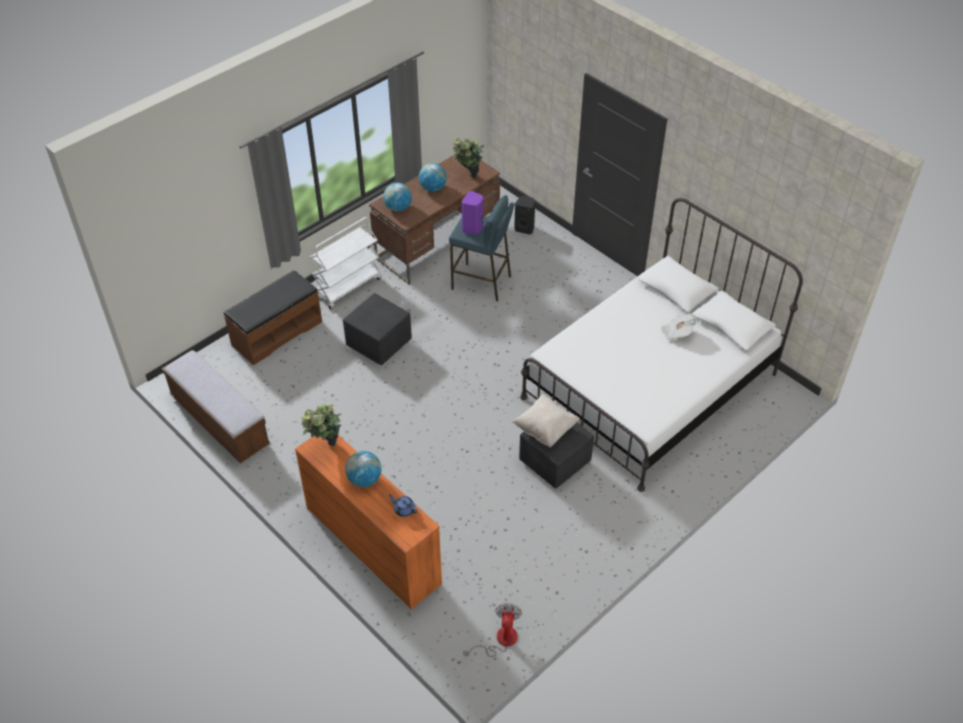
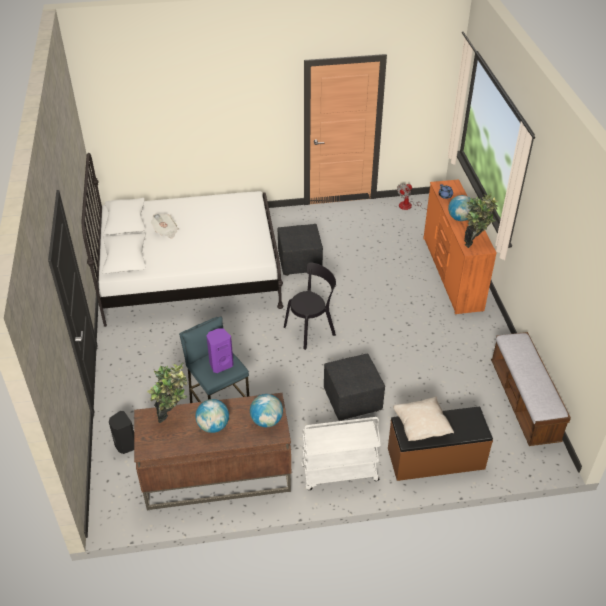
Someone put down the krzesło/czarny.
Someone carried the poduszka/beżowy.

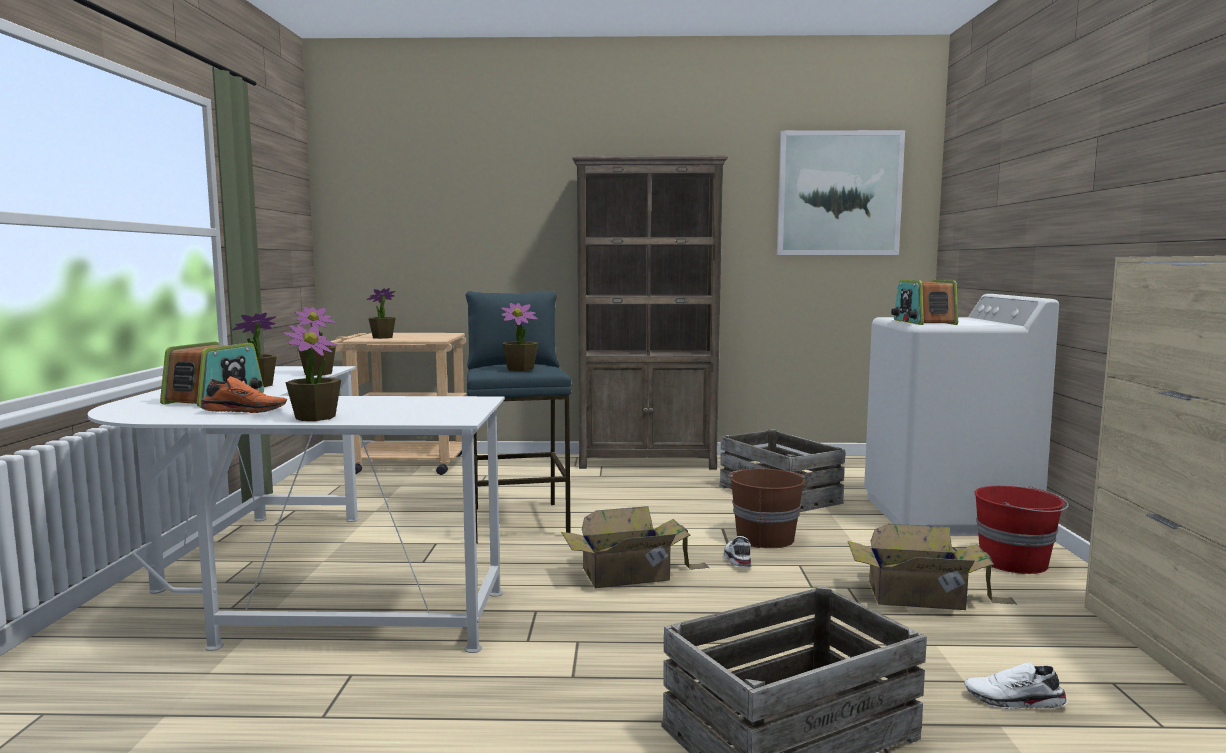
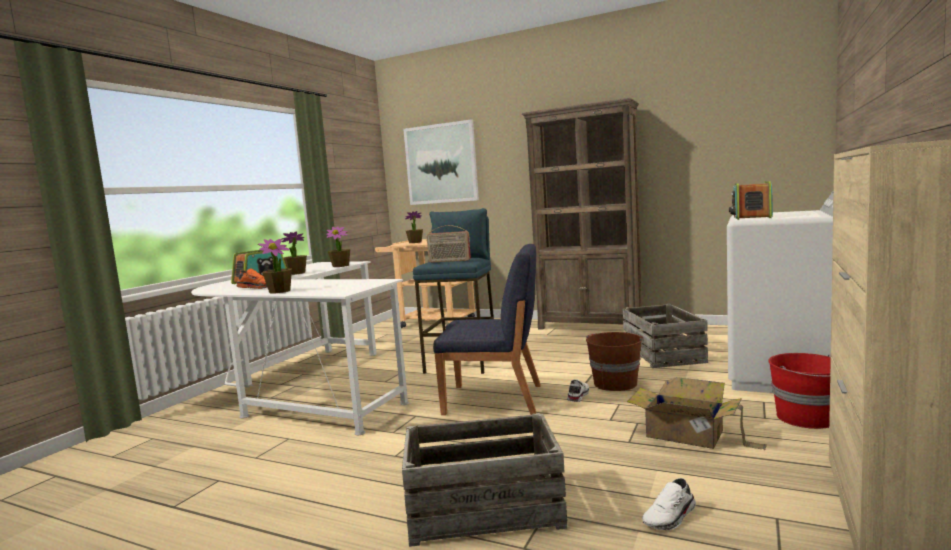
Someone carried the obraz.
Someone swapped the roślina doniczkowa (5th from left) for the radio (2nd from left).
Someone swapped the karton (1st from left) for the krzesło/niebieski.
Someone rotated the but/biały (2nd from left) by 75 degrees counterclockwise.

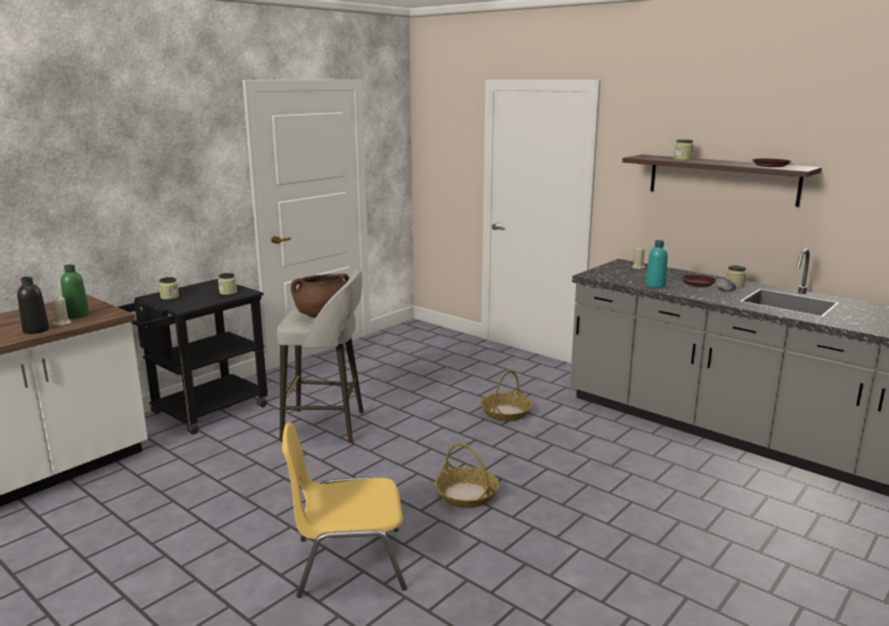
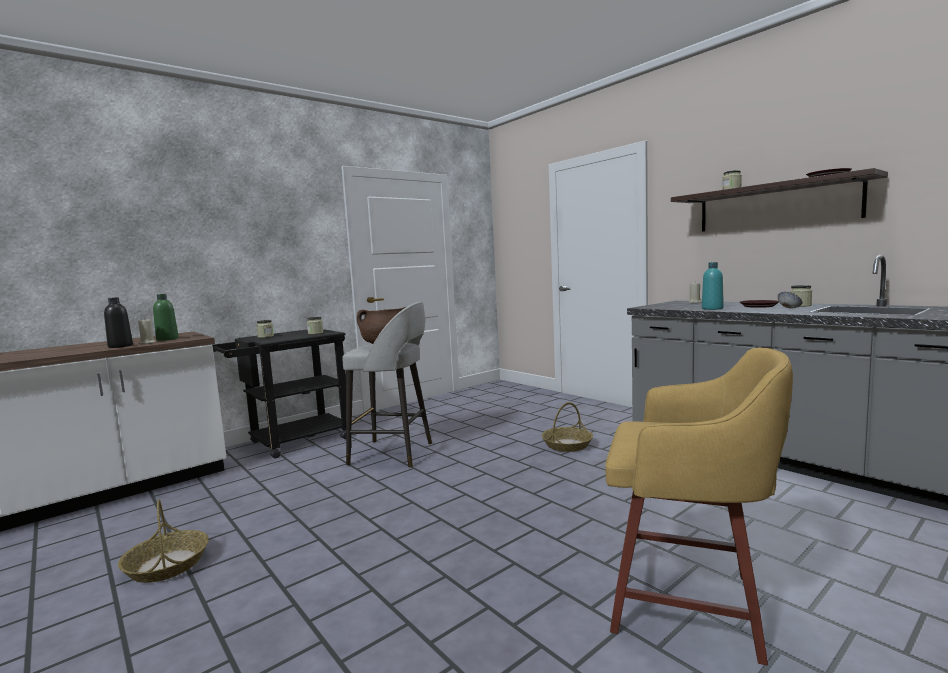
Someone took away the krzesło/żółty.
Someone put down the stołek/żółty.
Someone carried the koszyk (1st from left).

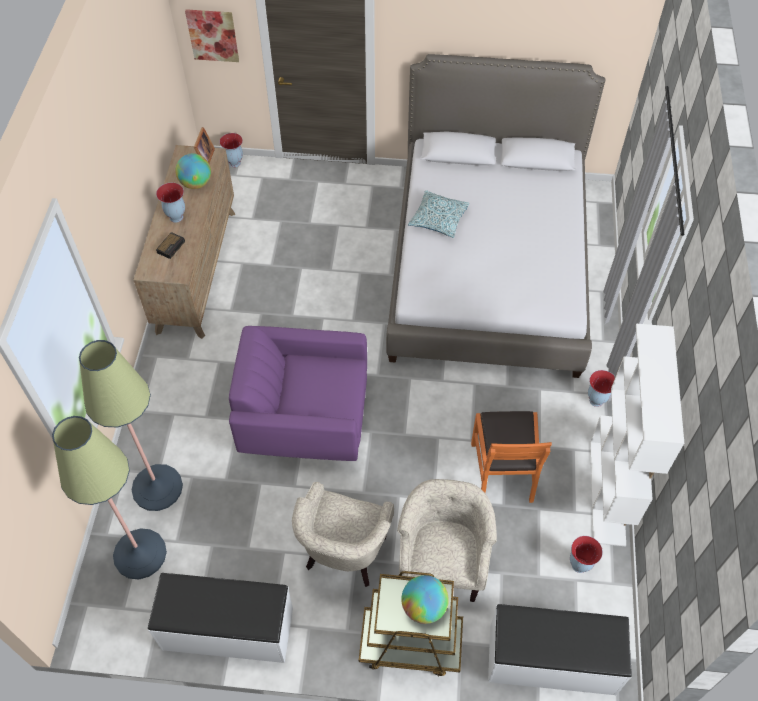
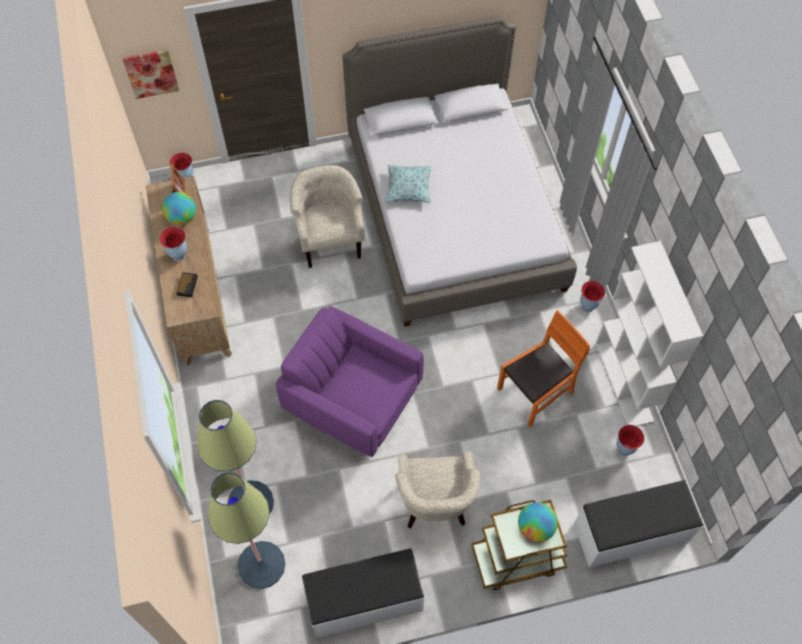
Someone carried the fotel/beżowy (2nd from left in the first image).
Someone rotated the fotel/fioletowy by 45 degrees clockwise.
Someone rotated the krzesło/pomarańczowy by 105 degrees counterclockwise.

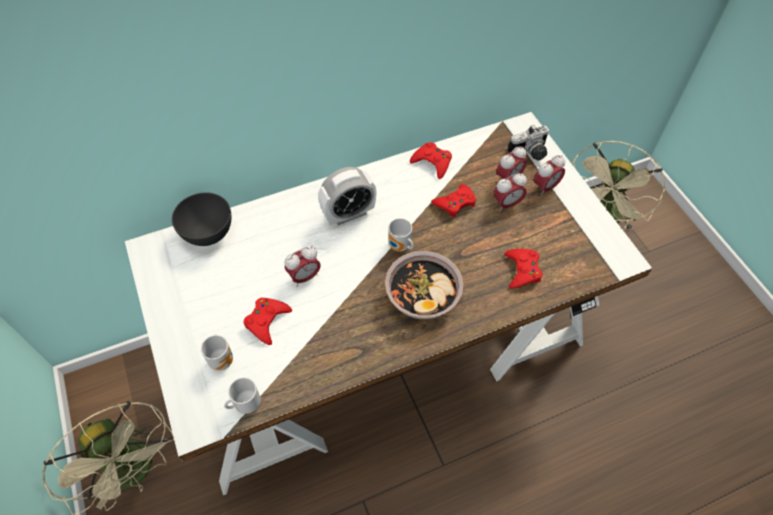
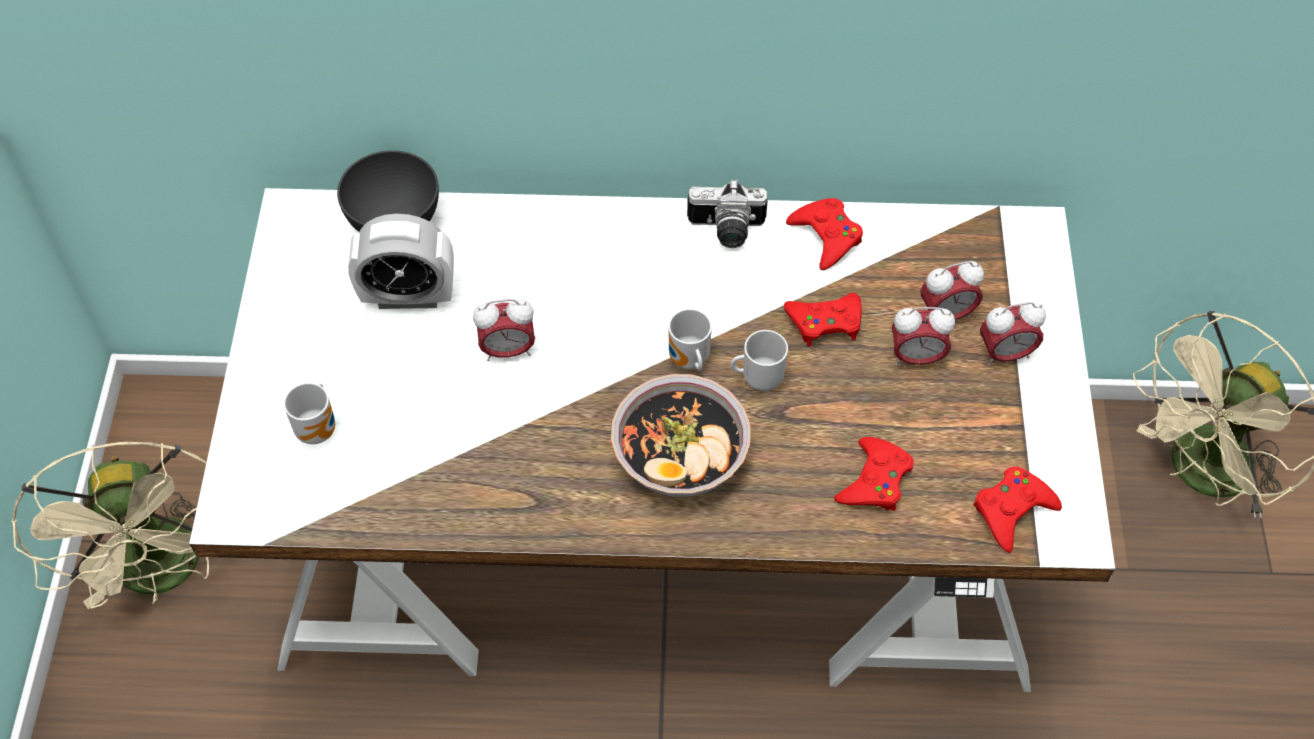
Someone carried the kubek (2nd from left in the first image).
Someone carried the pad do gier/czerwony (1st from left in the first image).
Someone carried the budzik (2nd from left in the first image).
Someone carried the aparat fotograficzny.

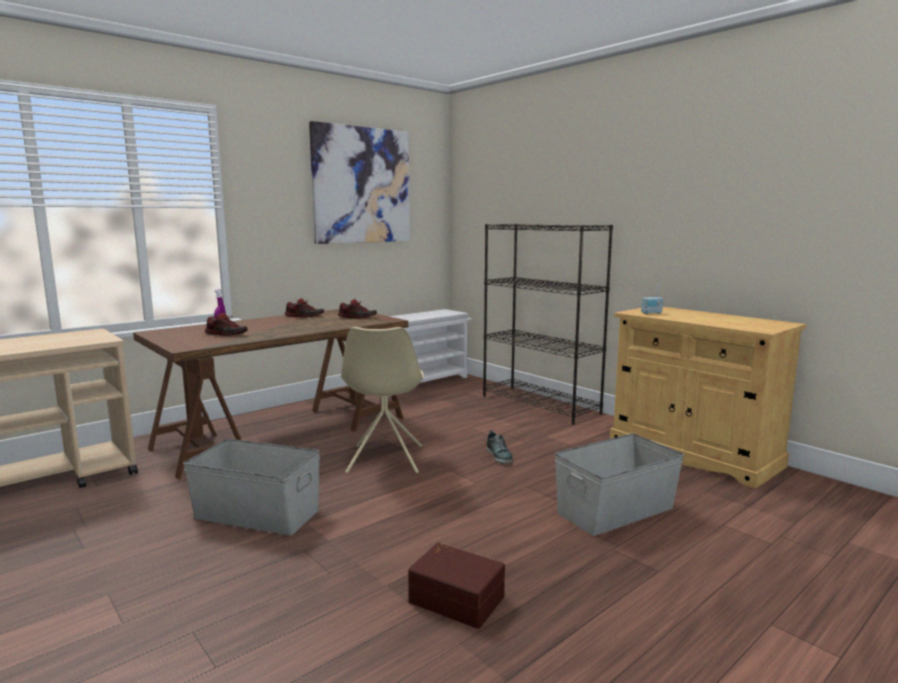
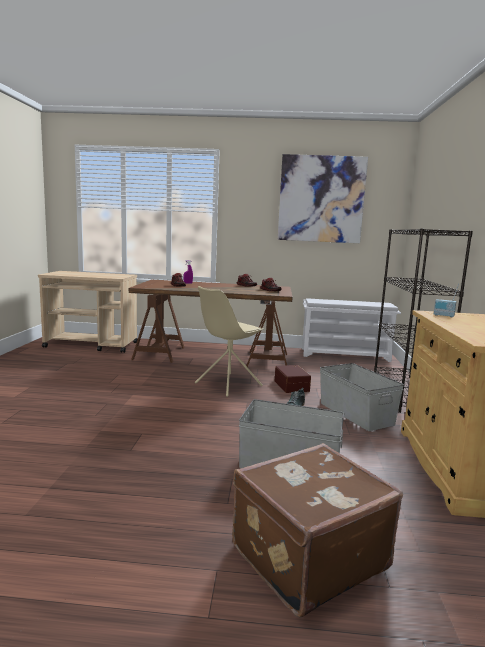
Someone put down the walizka/brązowy.
Someone carried the pojemnik do przechowywania/szary (1st from left in the first image).
Someone carried the pojemnik do przechowywania/brązowy.

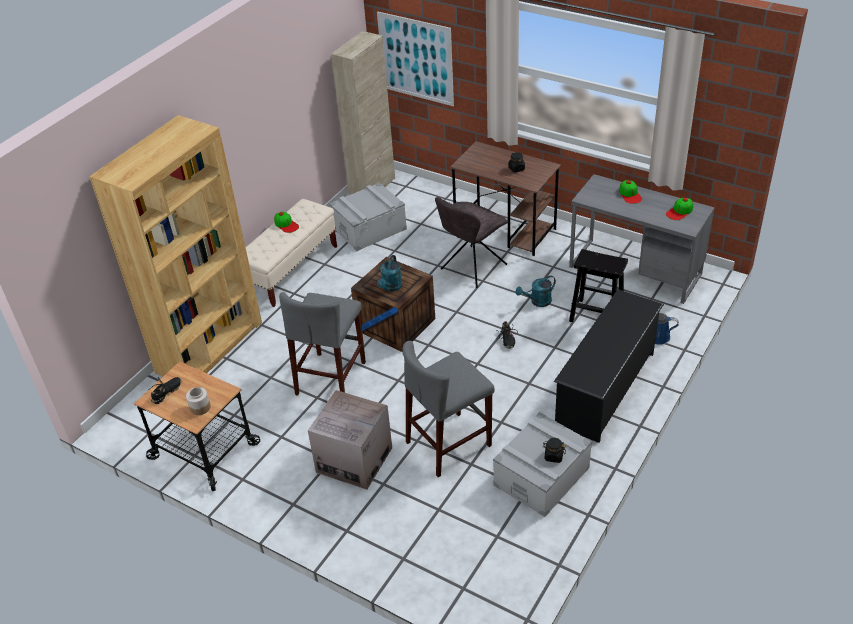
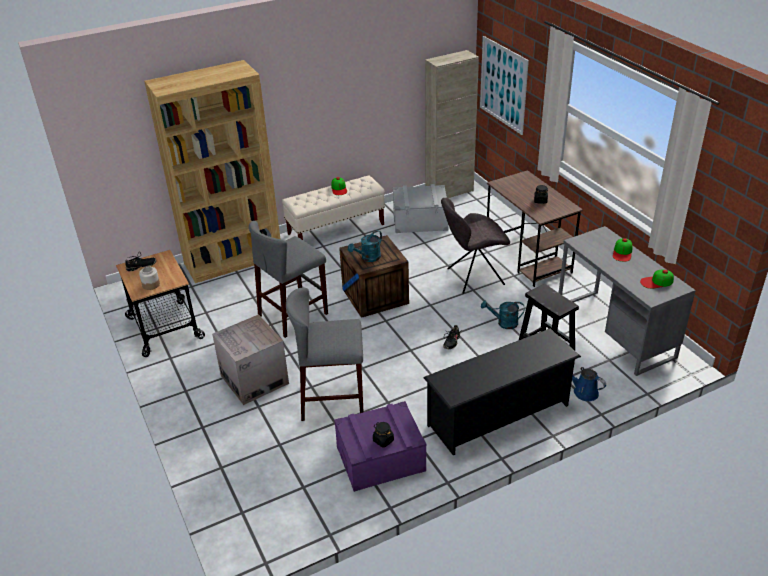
Someone repainted the pojemnik do przechowywania/szary (2nd from left), which became the pojemnik do przechowywania/fioletowy.

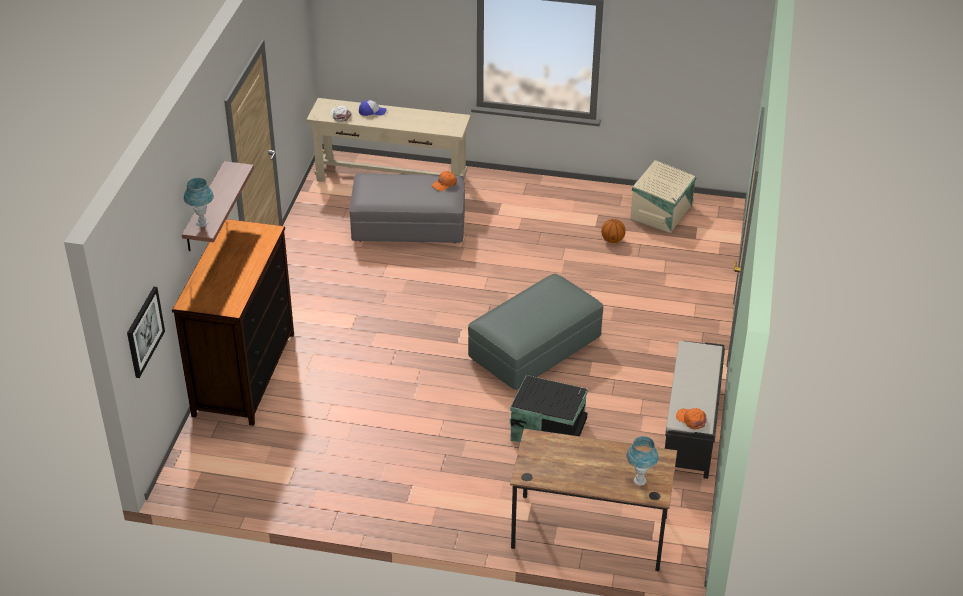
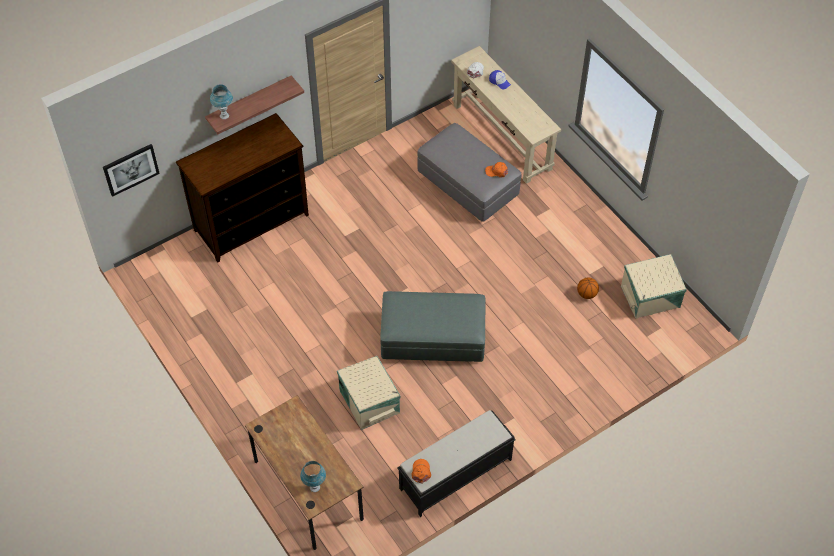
Someone repainted the pojemnik do przechowywania/czarny, which became the pojemnik do przechowywania/beżowy (1st from left).

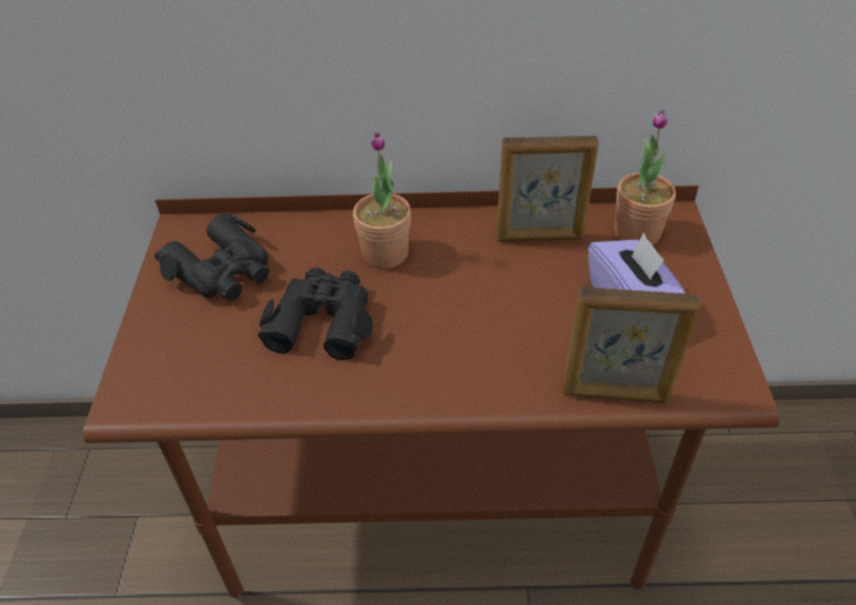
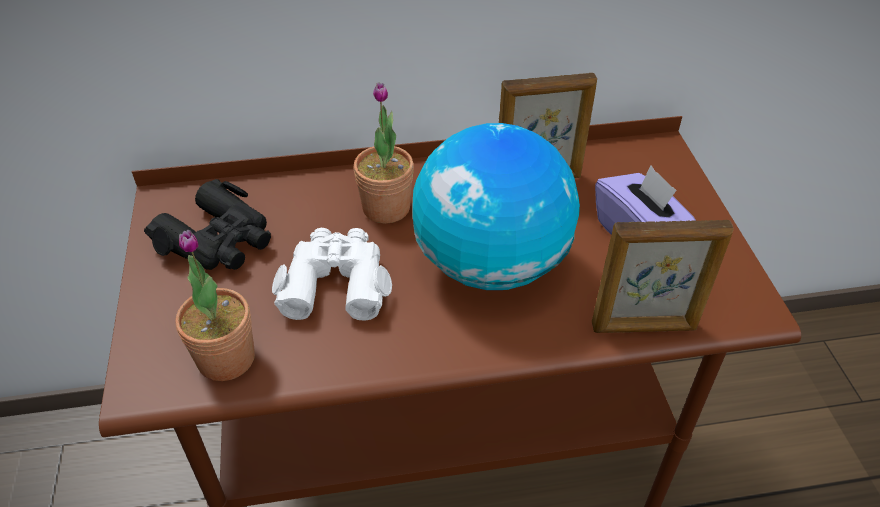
Someone put down the globus.
Someone carried the roślina doniczkowa (2nd from left in the first image).
Someone repainted the lornetka/czarny (2nd from left), which became the lornetka/biały.

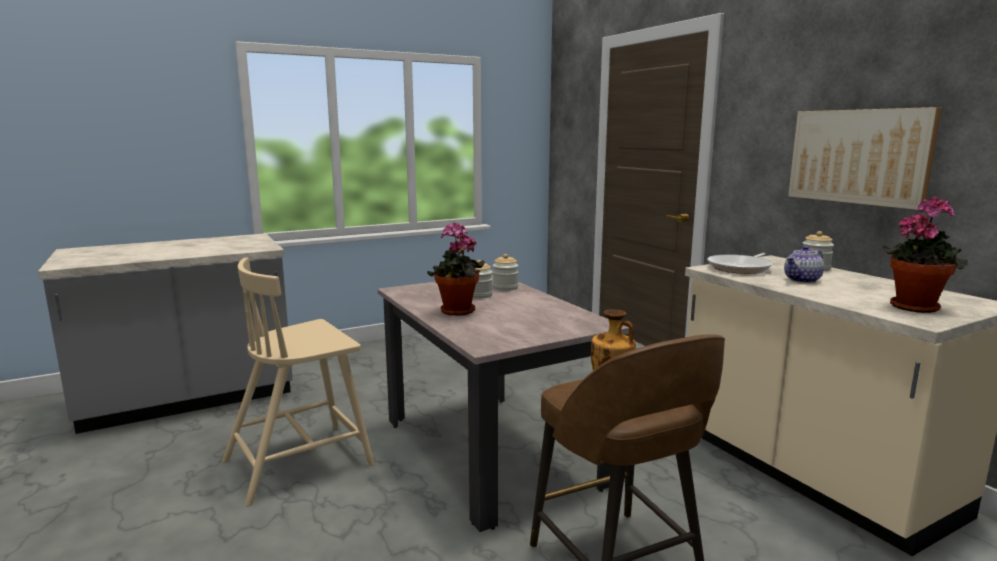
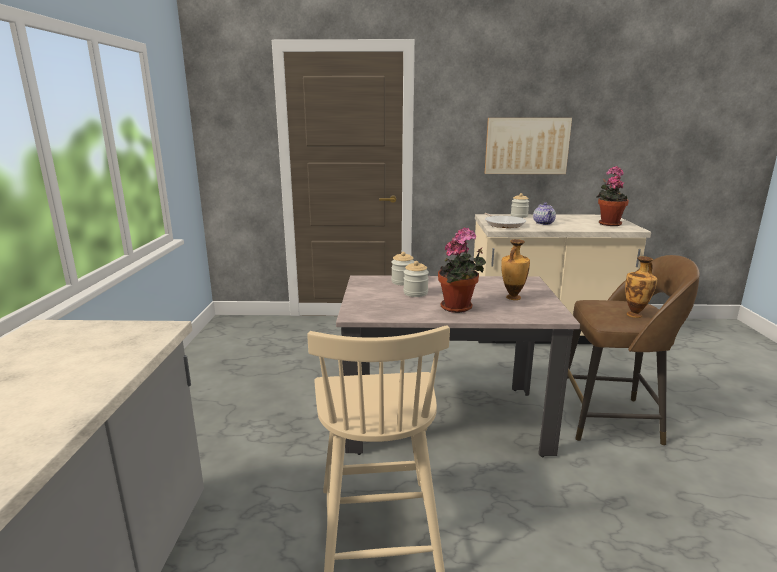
Someone put down the wazon (1st from left).

